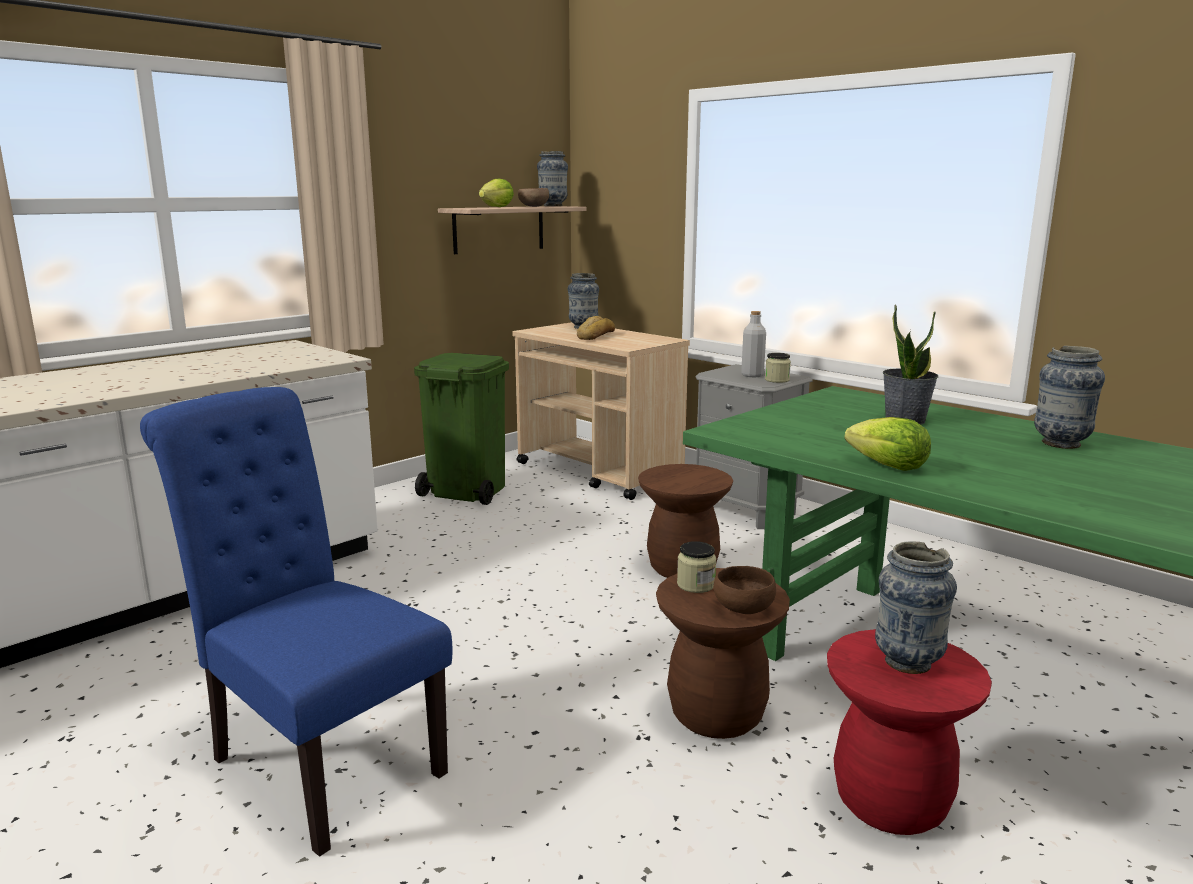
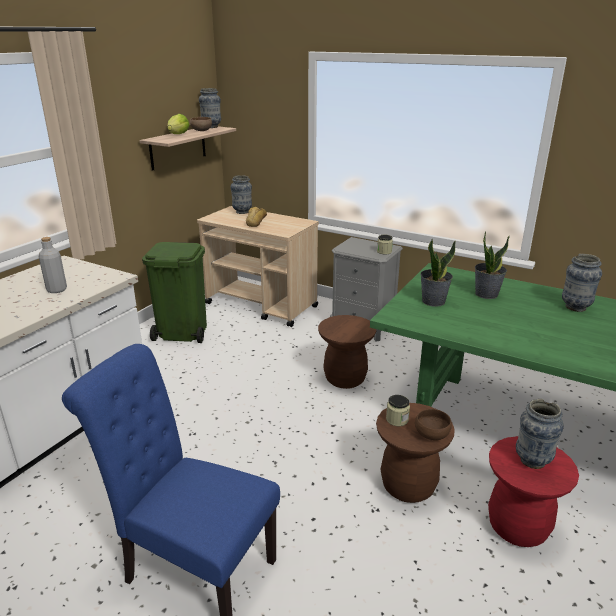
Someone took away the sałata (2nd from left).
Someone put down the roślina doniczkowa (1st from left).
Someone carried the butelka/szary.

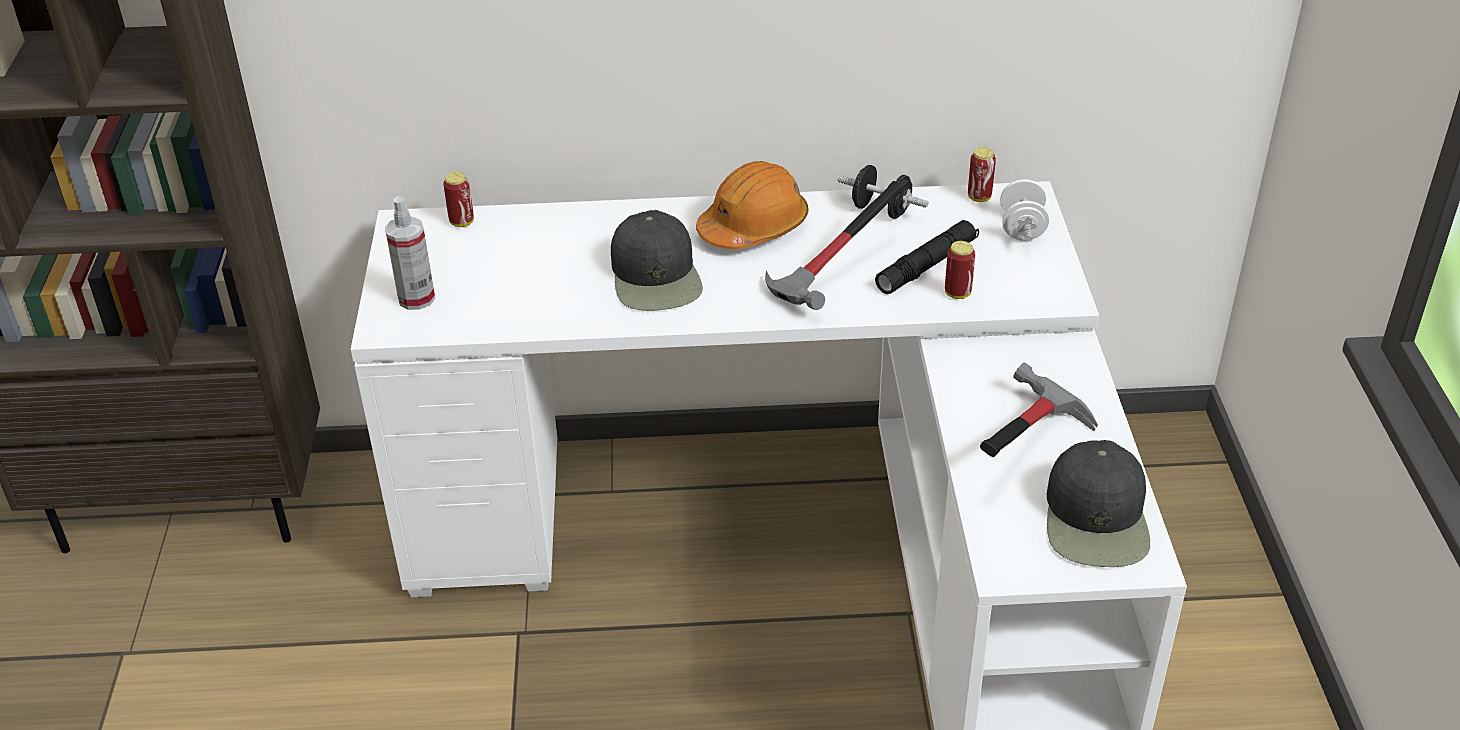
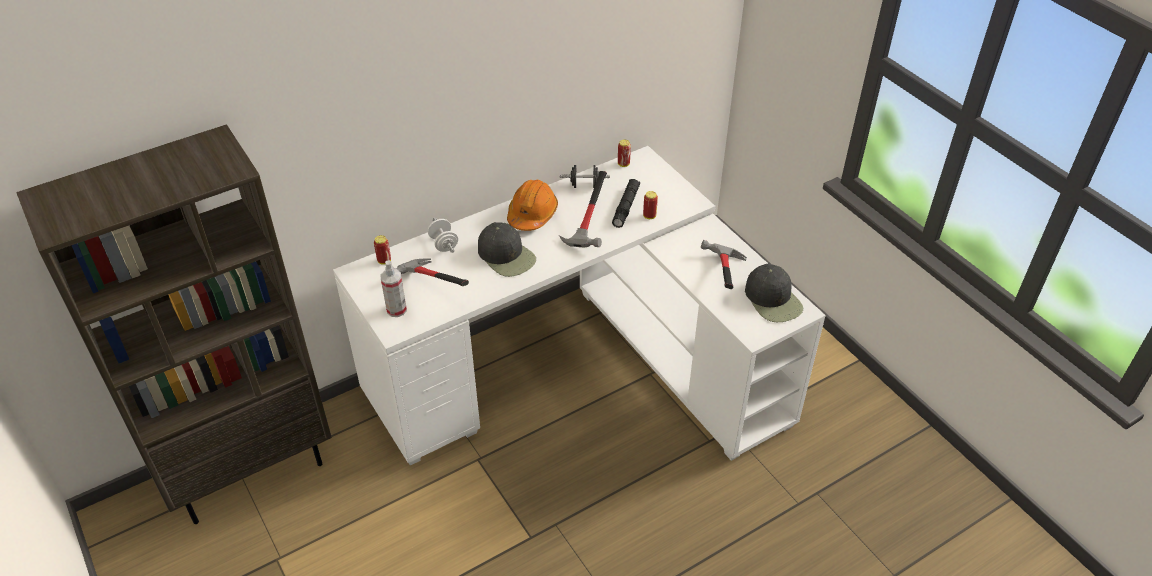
Someone put down the młotek (1st from left).
Someone carried the hantel/biały.

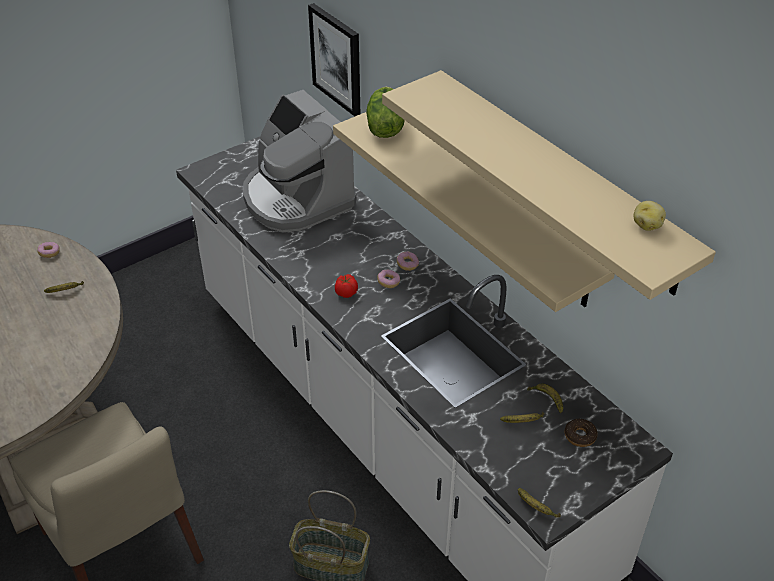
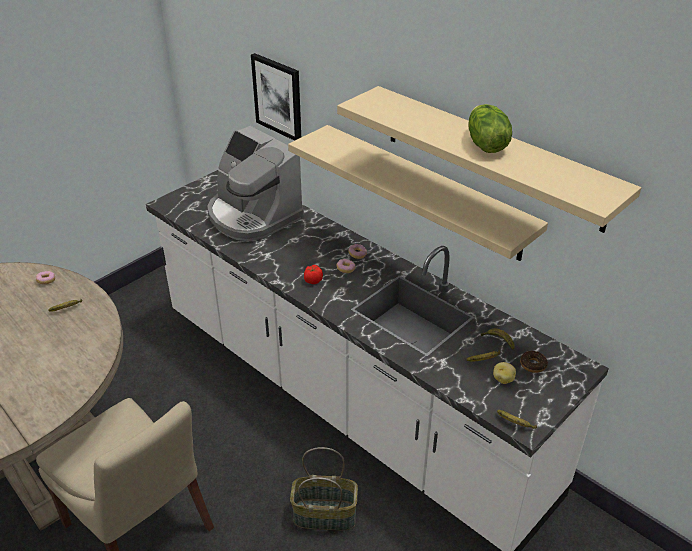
Someone carried the sałata.
Someone carried the ziemniak.

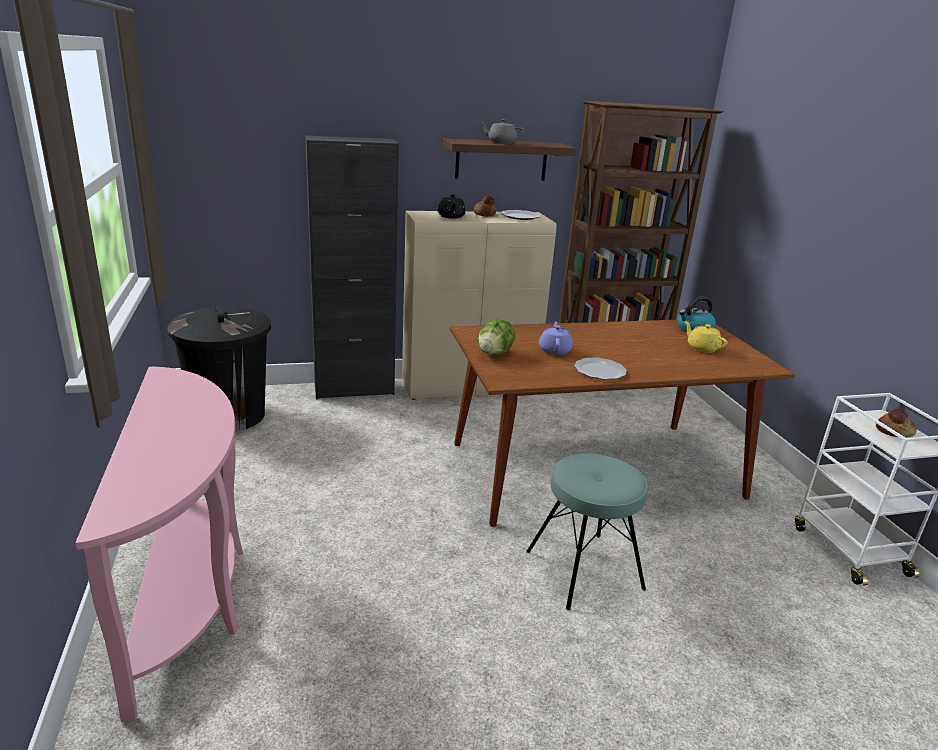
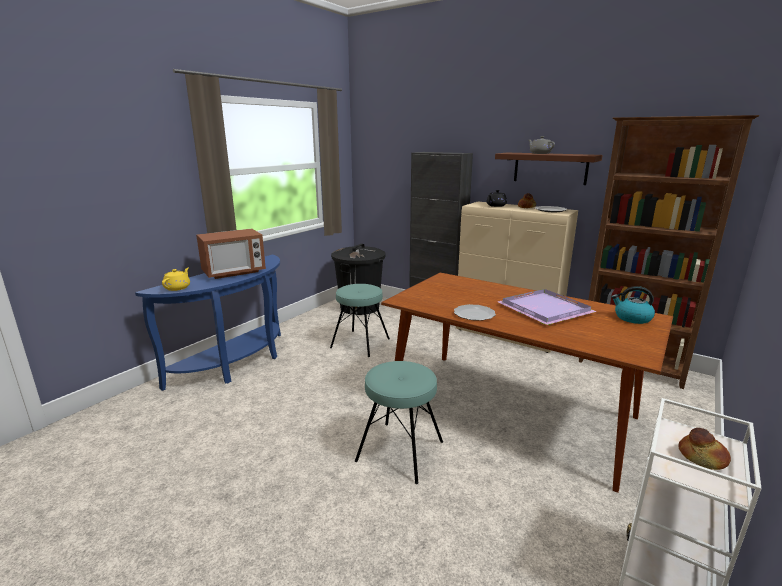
Someone took away the sałata.
Someone took away the imbryk/fioletowy.
Someone put down the mikrofalówka.
Someone put down the stołek/turkusowy (1st from left).
Someone put down the taca/fioletowy.
Someone carried the imbryk/żółty.
Someone repainted the stolik konsolowy/różowy, which became the stolik konsolowy/niebieski.

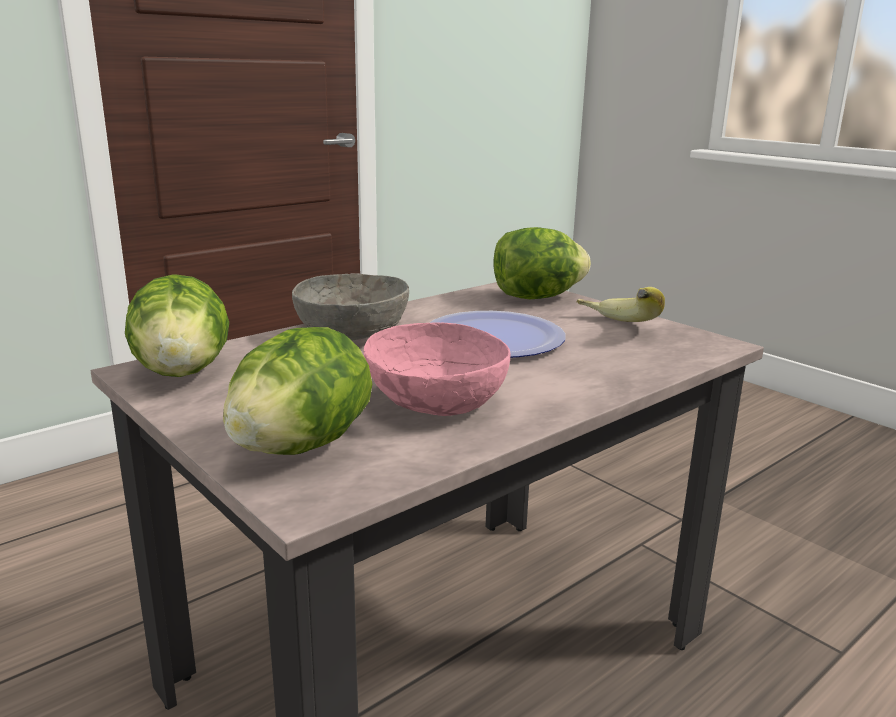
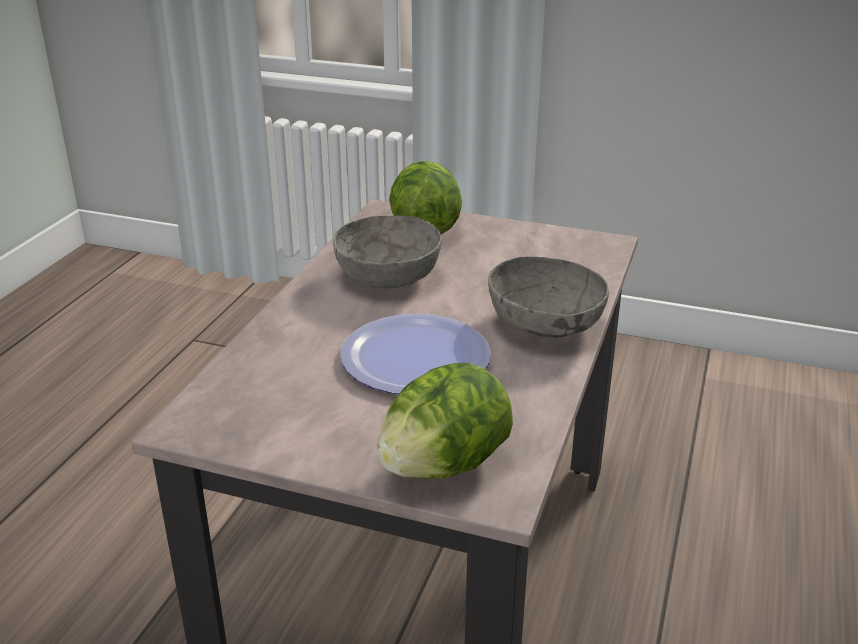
Someone took away the sałata (1st from left).
Someone took away the banan.
Someone repainted the miska/różowy, which became the miska/szary (1st from left).

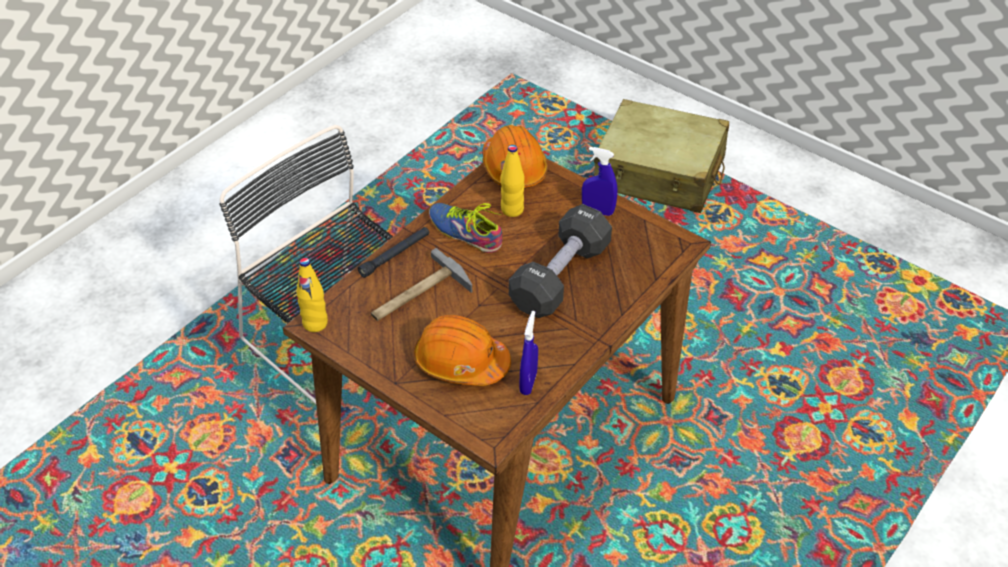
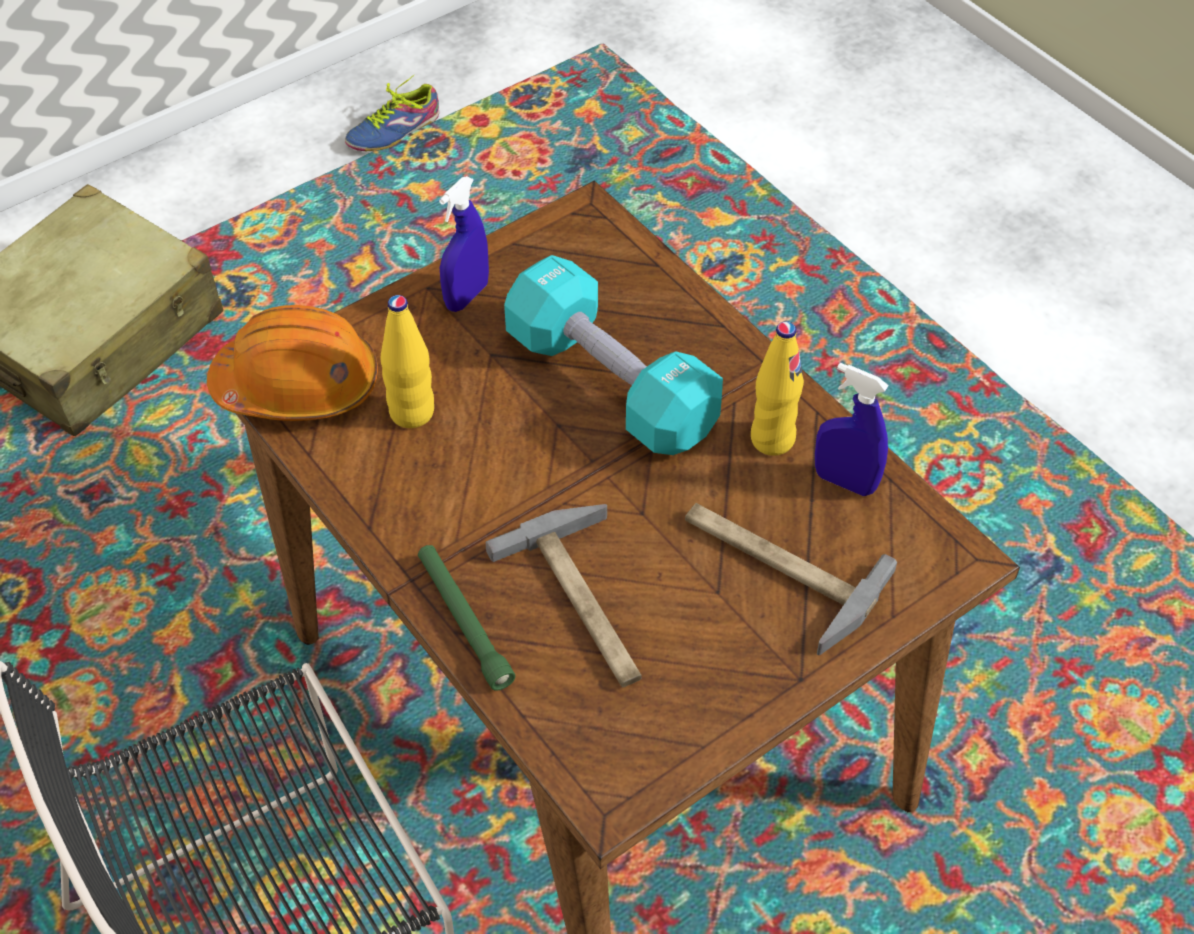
Someone carried the butelka/żółty (1st from left in the first image).
Someone carried the but.
Someone swapped the kask/pomarańczowy (1st from left) for the młotek (2nd from left).
Someone repainted the latarka/czarny, which became the latarka/zielony.
Someone repainted the hantel/czarny, which became the hantel/turkusowy.

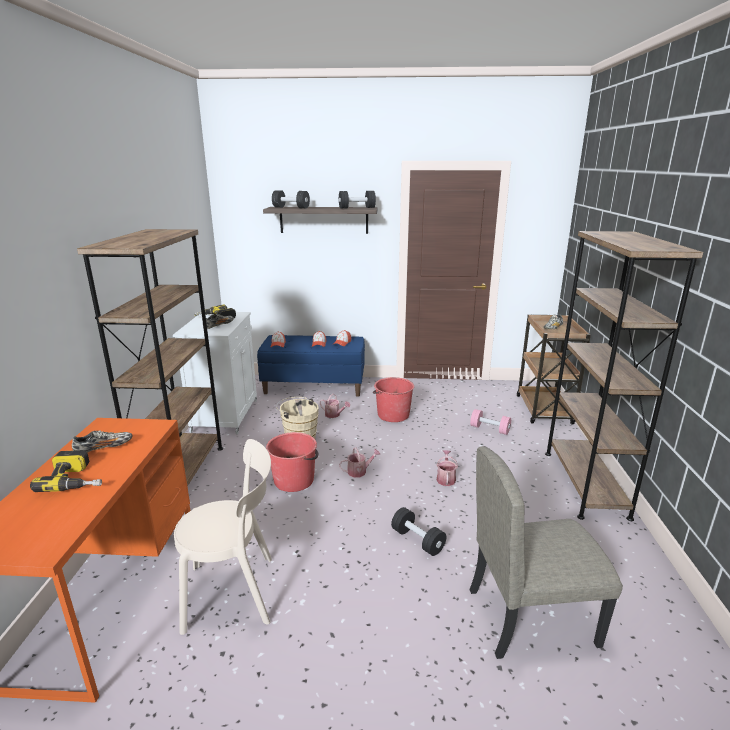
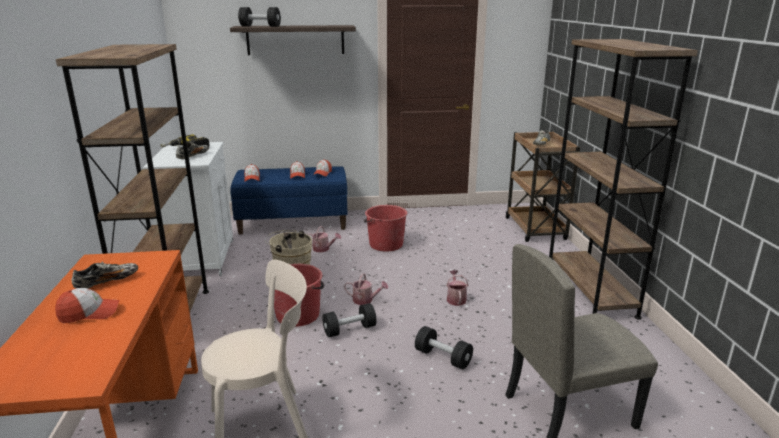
Someone took away the hantel/różowy.
Someone carried the hantel/czarny (2nd from left).
Someone swapped the wiertarka (1st from left) for the czapka z daszkiem (1st from left).
Someone rotated the konewka (2nd from left) by 45 degrees clockwise.

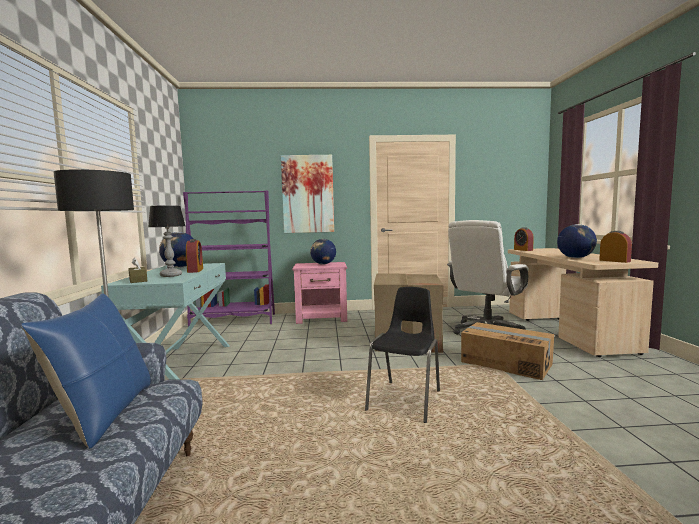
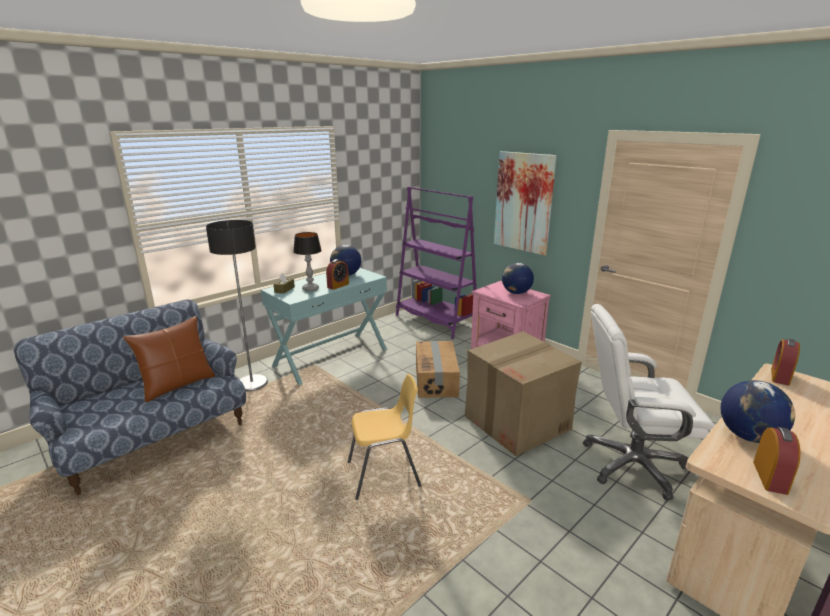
Someone carried the karton (2nd from left in the first image).
Someone repainted the poduszka/niebieski, which became the poduszka/brązowy.
Someone repainted the krzesło/czarny, which became the krzesło/żółty.

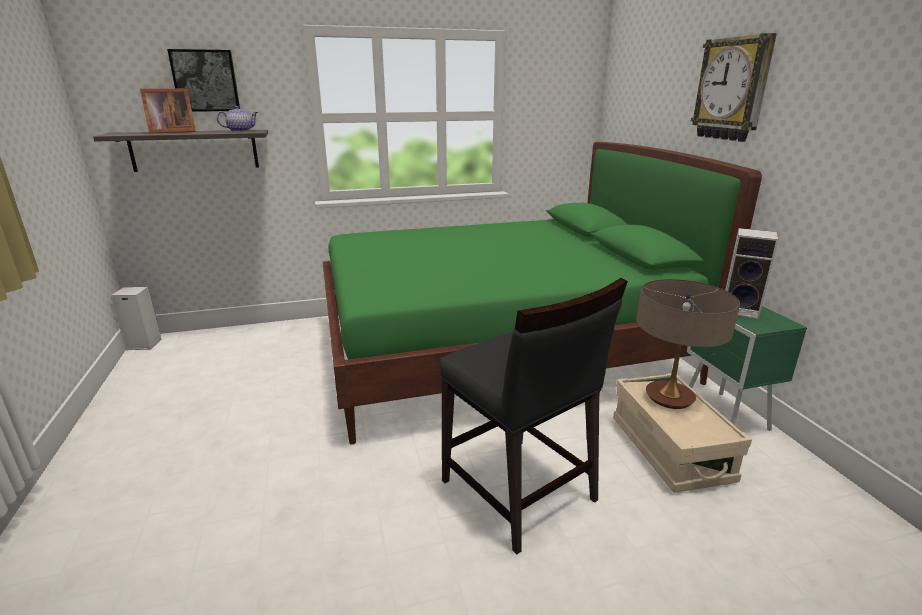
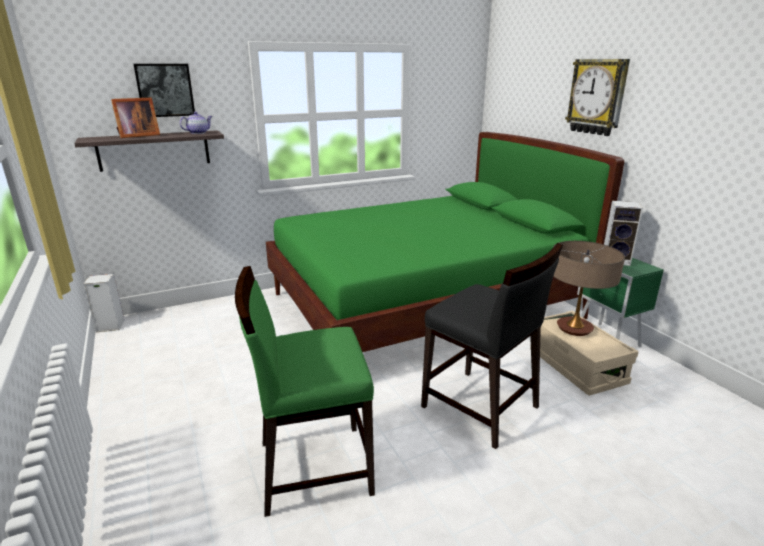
Someone put down the krzesło/zielony.

